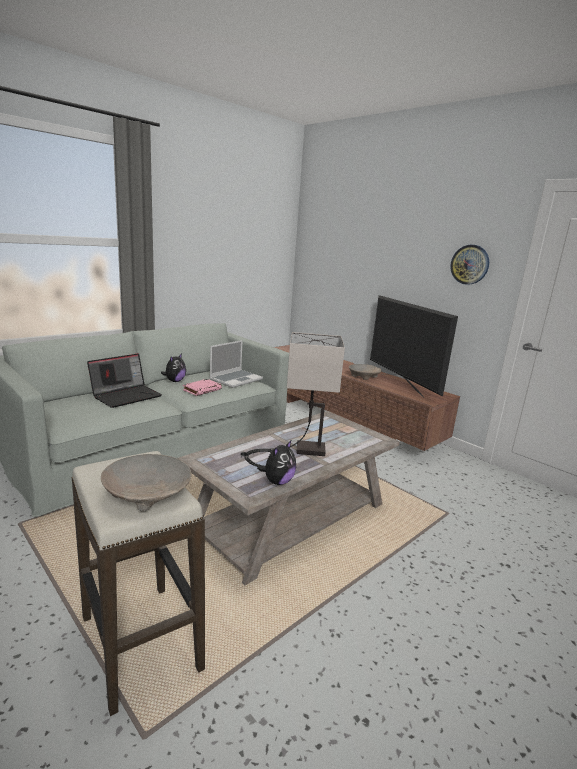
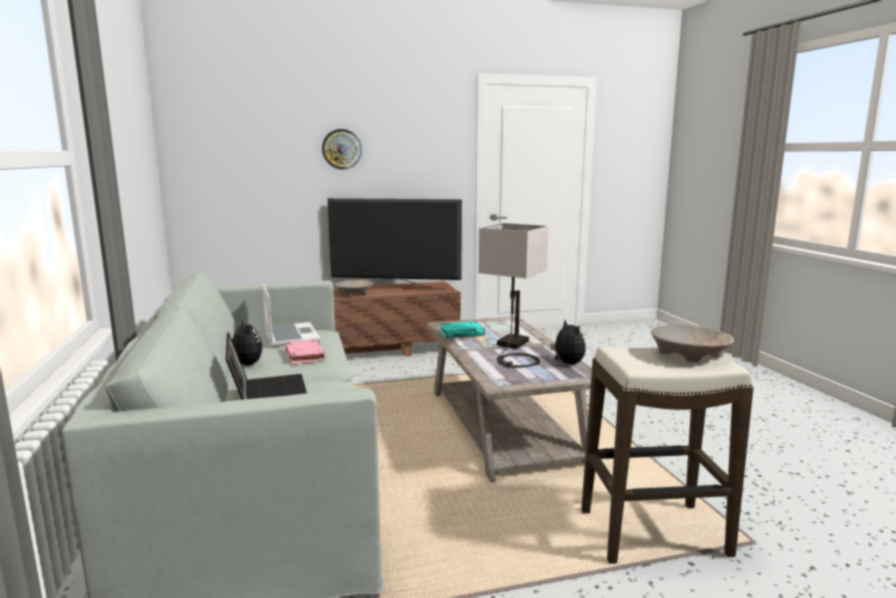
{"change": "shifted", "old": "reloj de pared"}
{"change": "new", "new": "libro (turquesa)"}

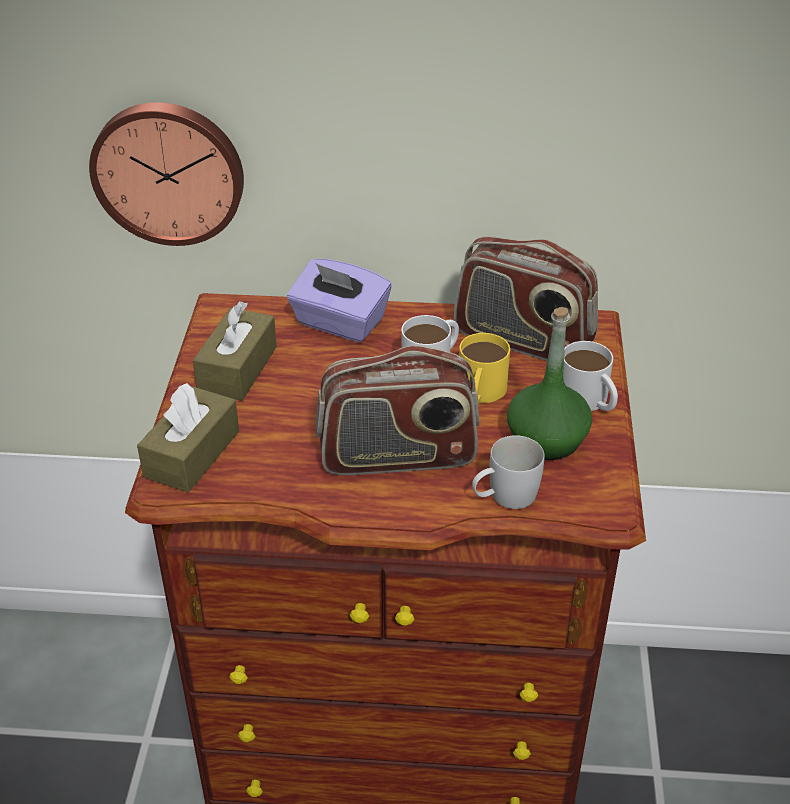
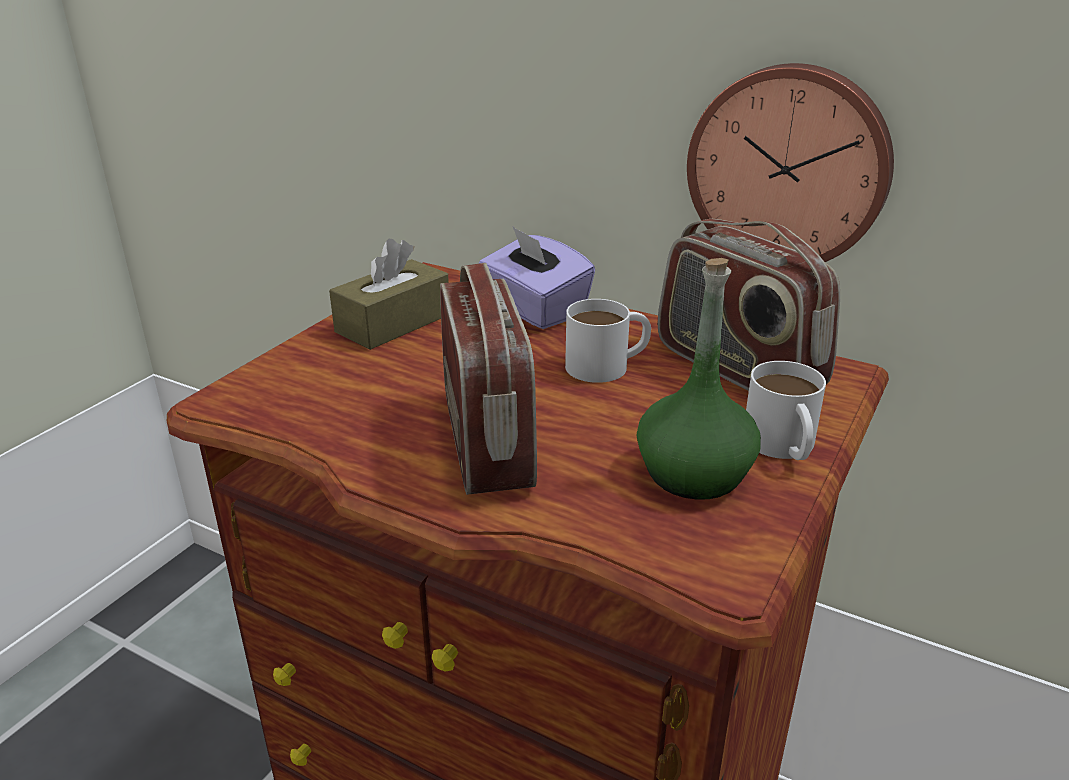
{"change": "shifted", "old": "reloj de pared"}
{"change": "gone", "old": "caja de pañuelos (marrón) (no. 1 from left)"}
{"change": "rotated", "old": "radio (no. 1 from left)", "degrees": -120}
{"change": "gone", "old": "taza grande (amarillo)"}
{"change": "gone", "old": "taza grande (blanco) (no. 2 from left)"}

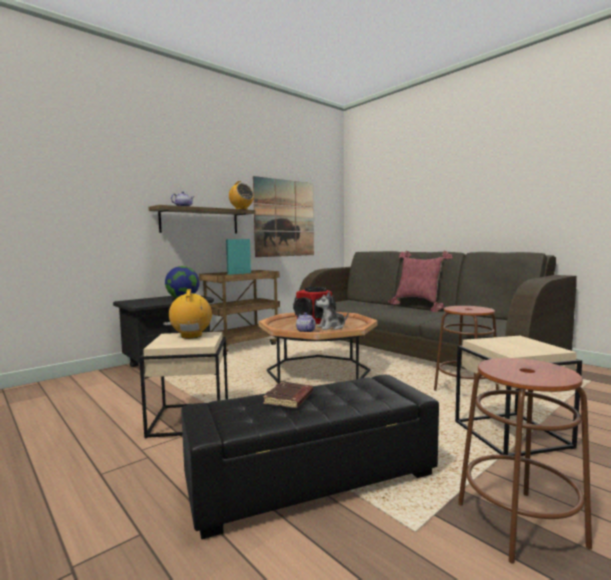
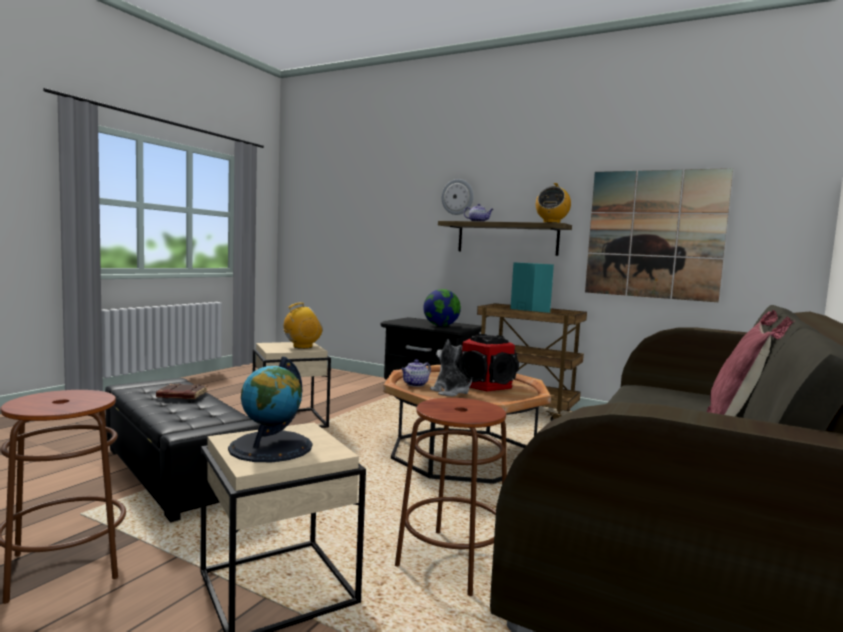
{"change": "new", "new": "globo terráqueo (no. 1 from left)"}
{"change": "new", "new": "reloj de pared"}

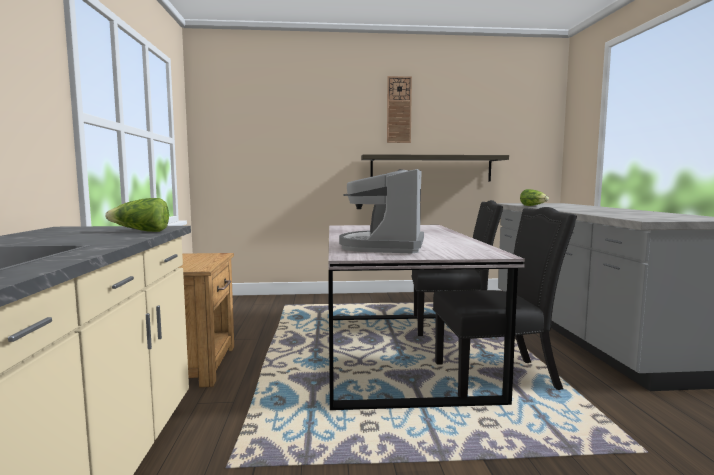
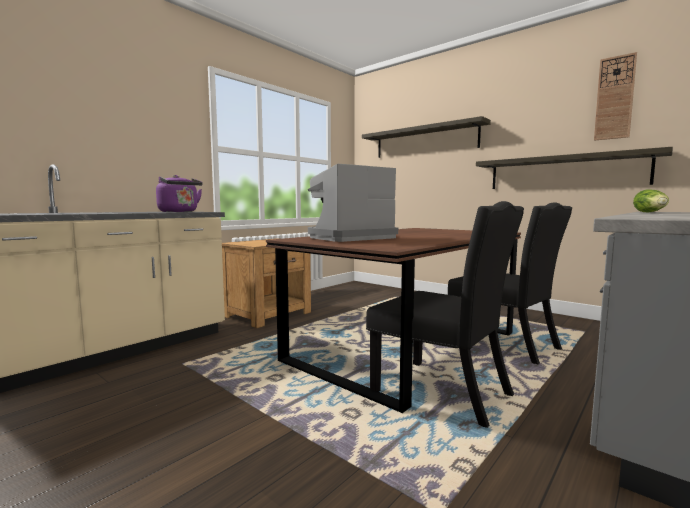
{"change": "swapped", "old": "lechuga (no. 1 from left)", "new": "hervidor (morado)"}
{"change": "repainted", "old": "mesa de comedor (gris)", "new": "mesa de comedor (marrón)"}
{"change": "shifted", "old": "reloj de pared"}
{"change": "new", "new": "estante (no. 1 from left)"}

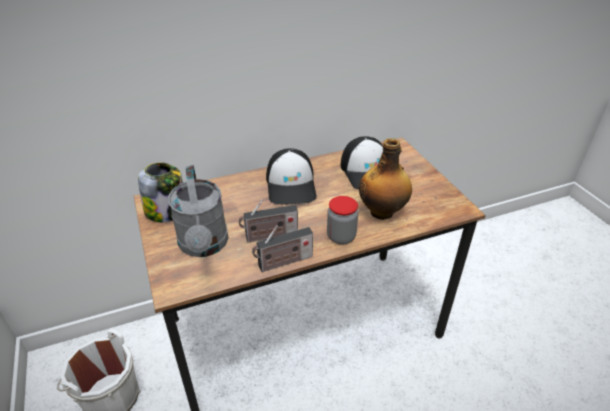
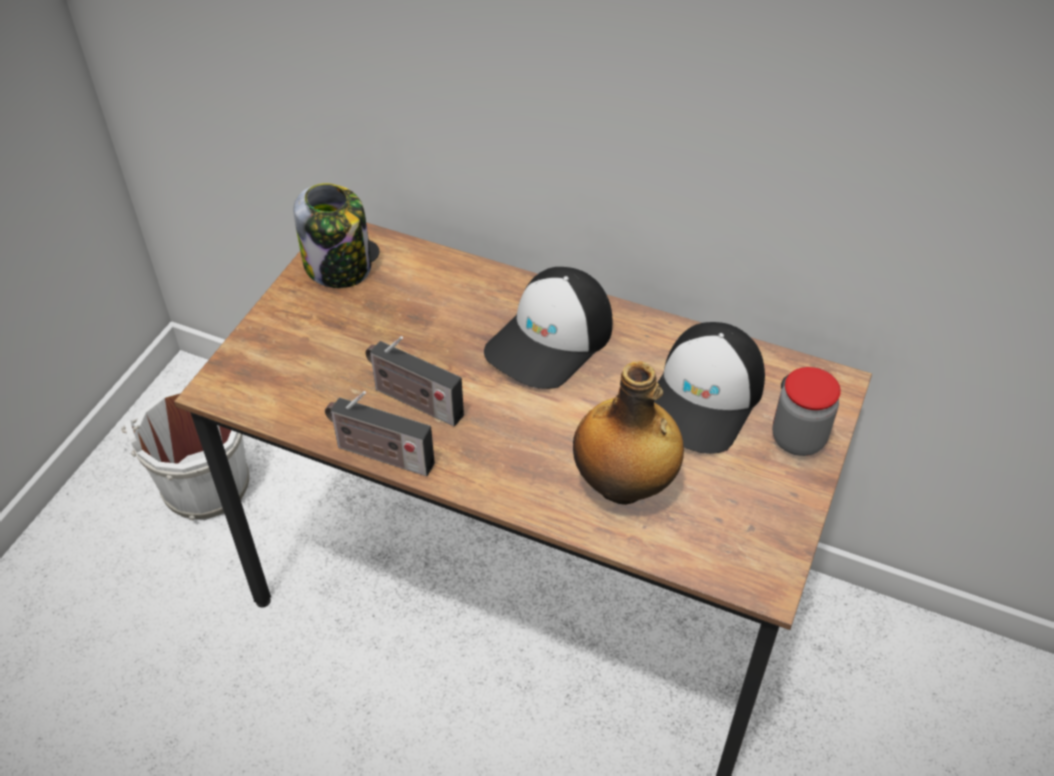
{"change": "gone", "old": "regadera (gris)"}
{"change": "shifted", "old": "tarro (no. 2 from left)"}

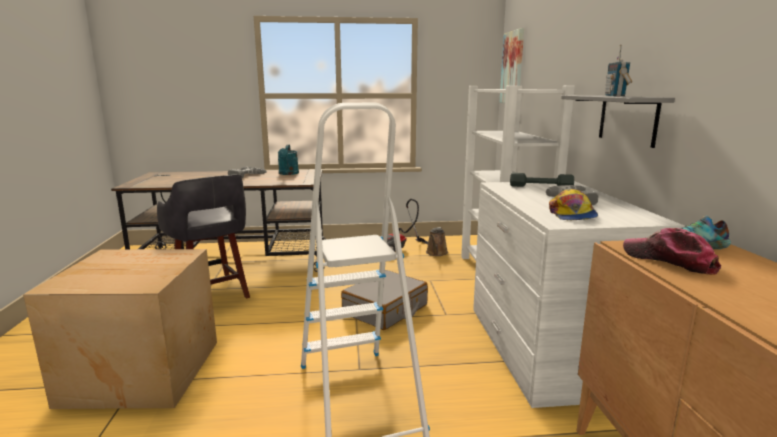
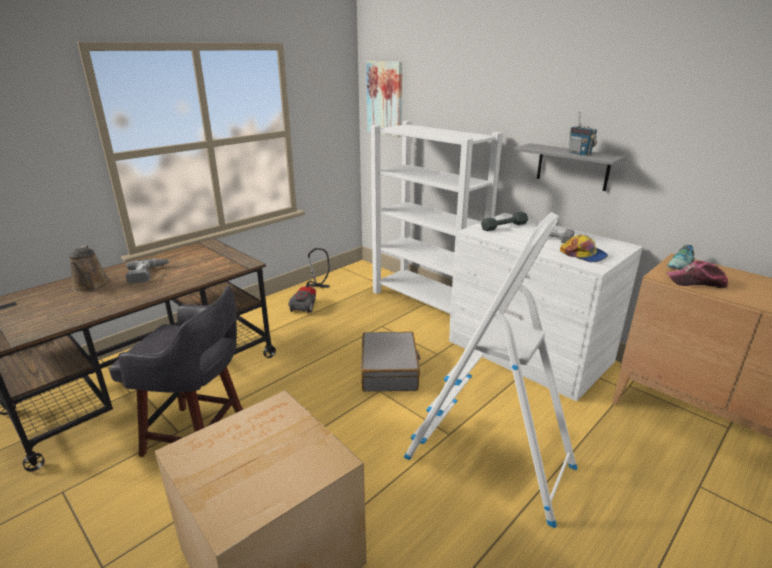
{"change": "gone", "old": "regadera (turquesa)"}
{"change": "shifted", "old": "regadera (marrón)"}

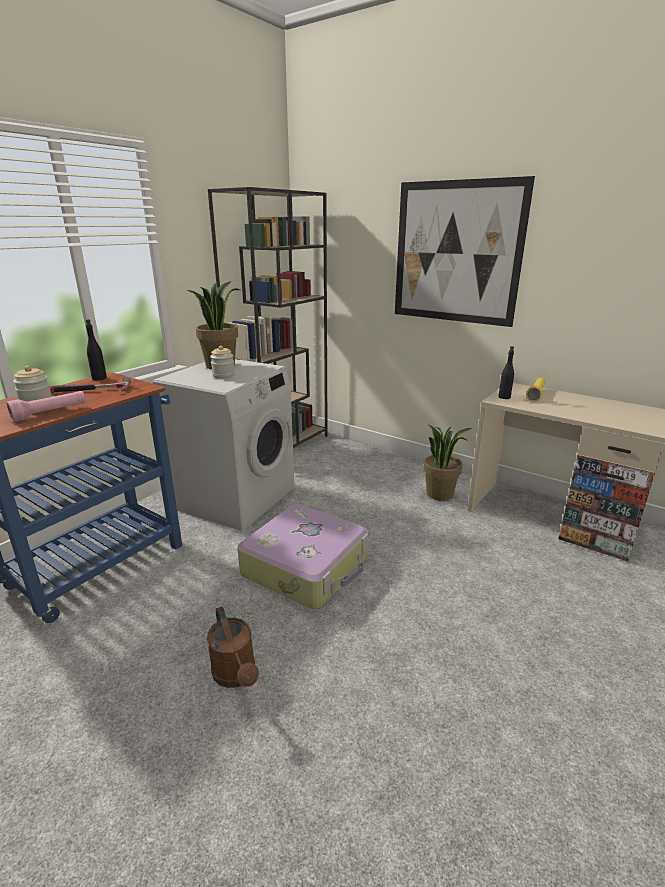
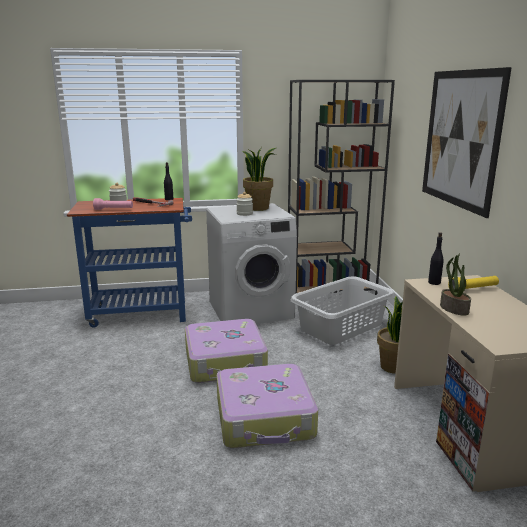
{"change": "gone", "old": "regadera (marrón)"}
{"change": "new", "new": "maleta (no. 2 from left)"}
{"change": "new", "new": "cesto de la ropa (gris)"}
{"change": "new", "new": "planta en maceta (no. 3 from left)"}

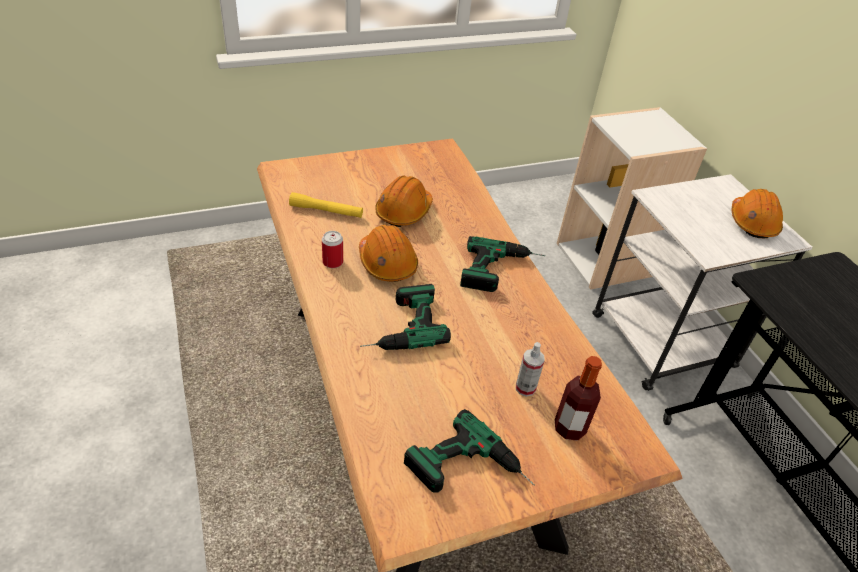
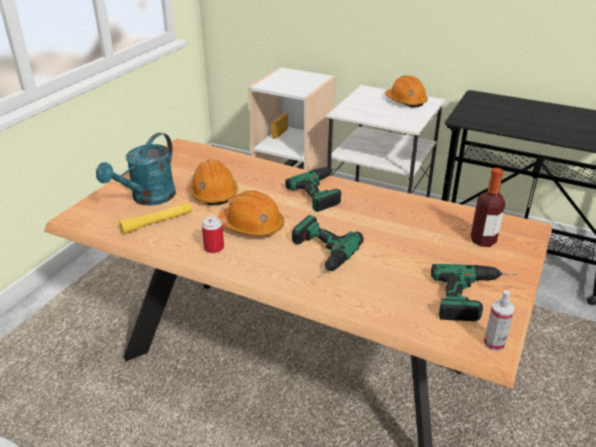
{"change": "shifted", "old": "pulverizador"}
{"change": "new", "new": "regadera (turquesa)"}

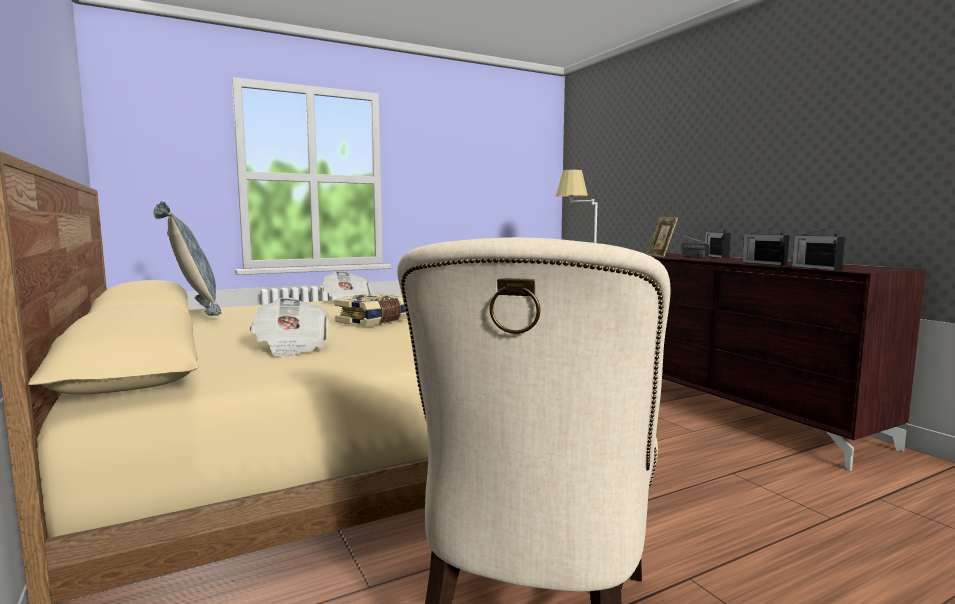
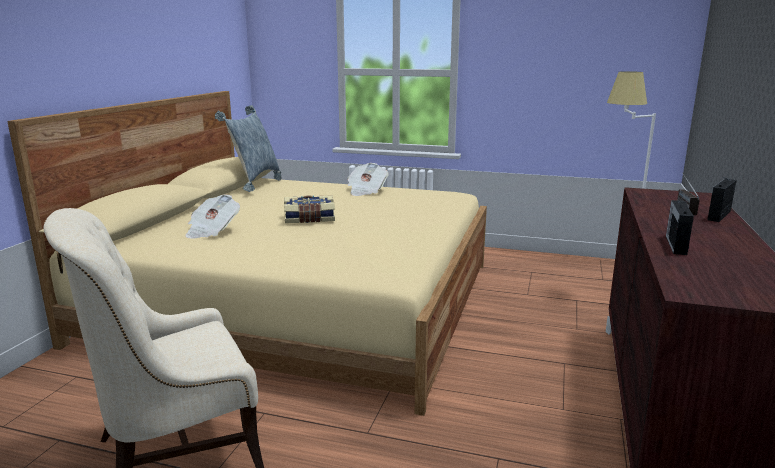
{"change": "gone", "old": "portarretratos"}
{"change": "gone", "old": "radio (no. 4 from left)"}

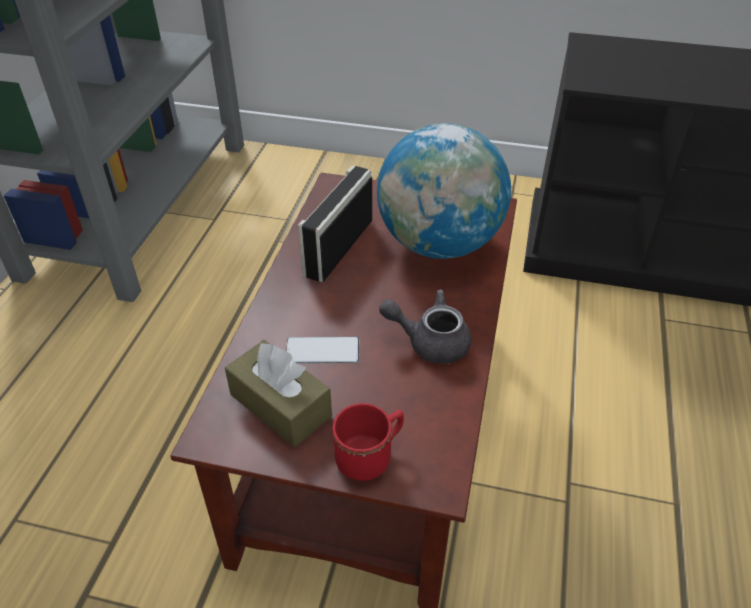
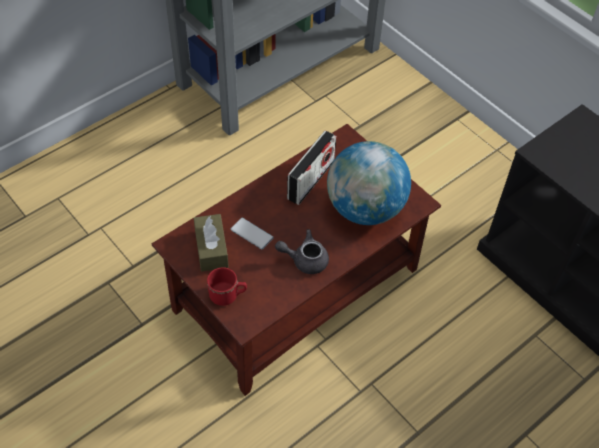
{"change": "rotated", "old": "radio", "degrees": 150}
{"change": "rotated", "old": "tetera (gris)", "degrees": -45}

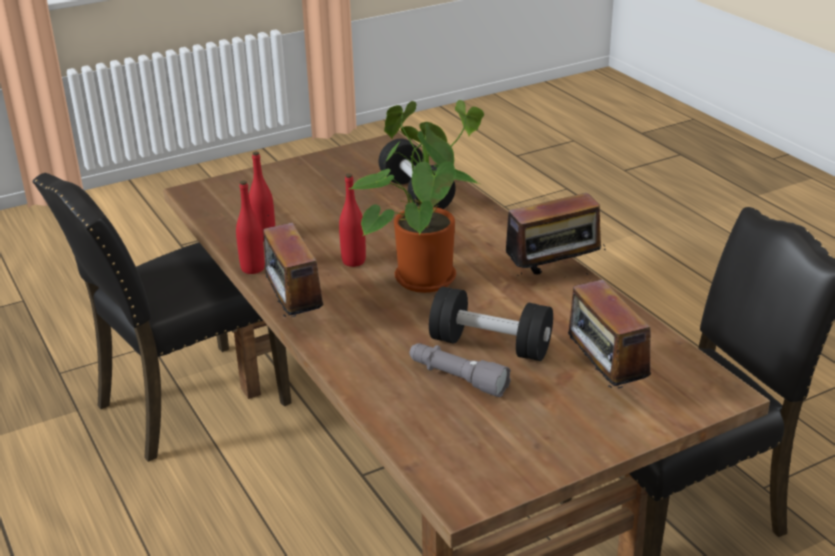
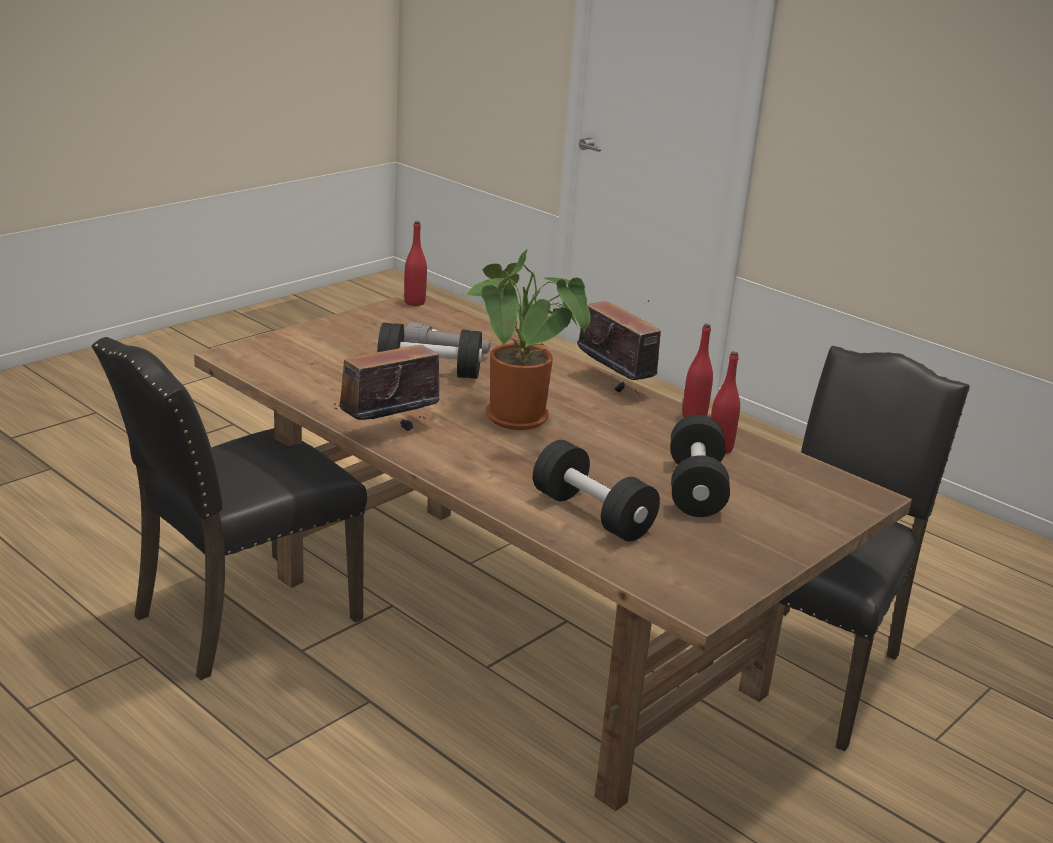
{"change": "shifted", "old": "botella (rojo) (no. 3 from left in the first image)", "new": "botella (rojo) (no. 1 from left)"}
{"change": "gone", "old": "radio (no. 3 from left)"}
{"change": "new", "new": "mancuerna (negro) (no. 3 from left)"}

